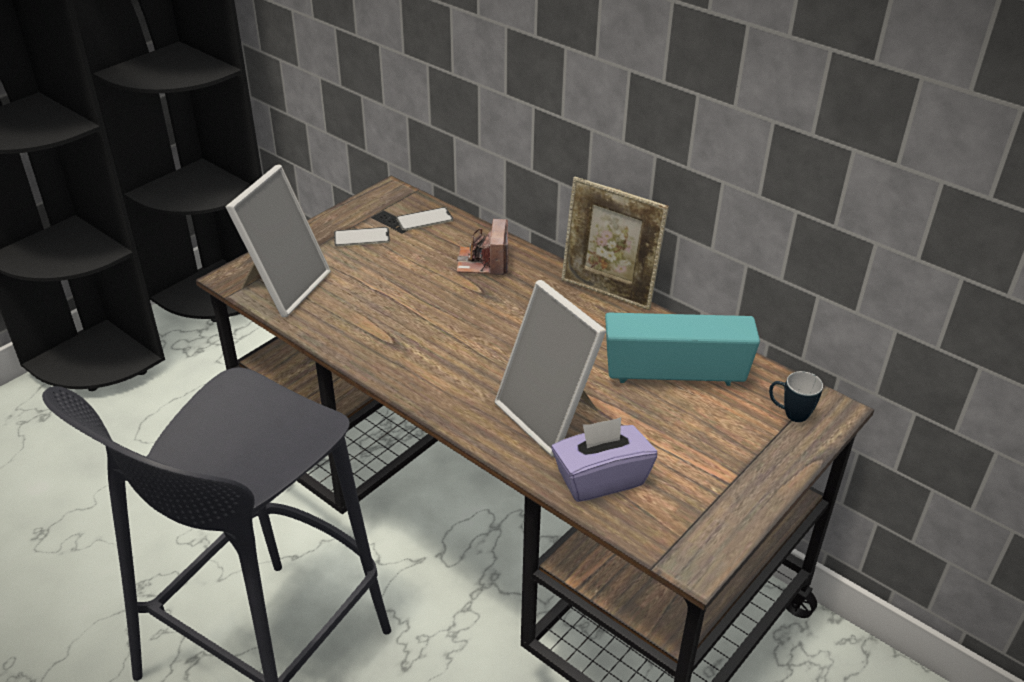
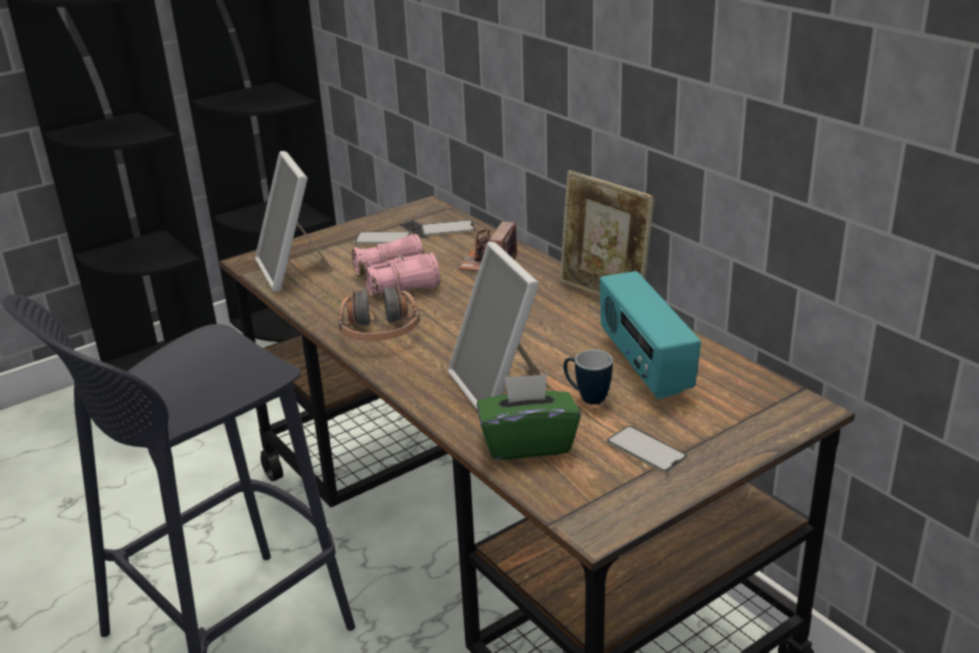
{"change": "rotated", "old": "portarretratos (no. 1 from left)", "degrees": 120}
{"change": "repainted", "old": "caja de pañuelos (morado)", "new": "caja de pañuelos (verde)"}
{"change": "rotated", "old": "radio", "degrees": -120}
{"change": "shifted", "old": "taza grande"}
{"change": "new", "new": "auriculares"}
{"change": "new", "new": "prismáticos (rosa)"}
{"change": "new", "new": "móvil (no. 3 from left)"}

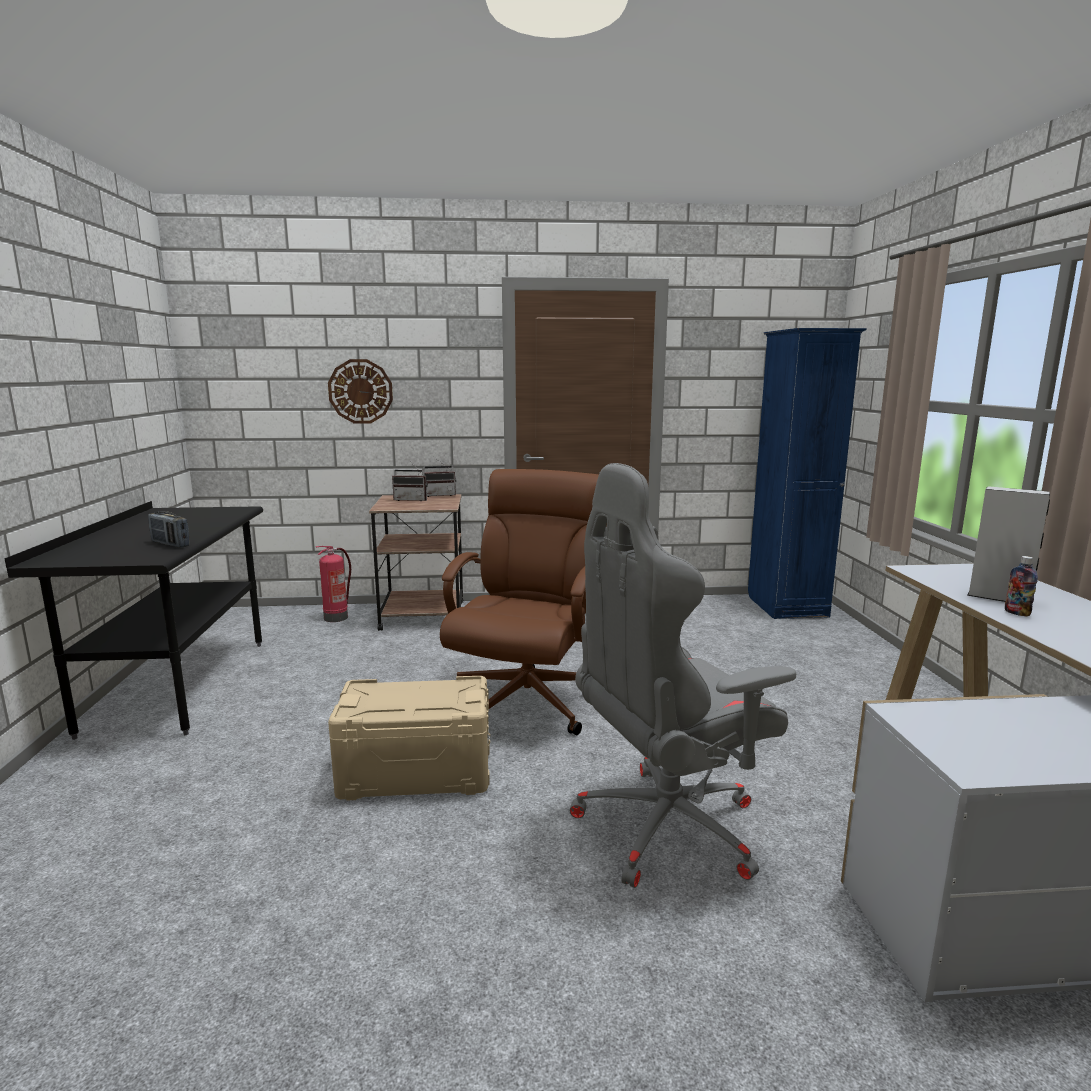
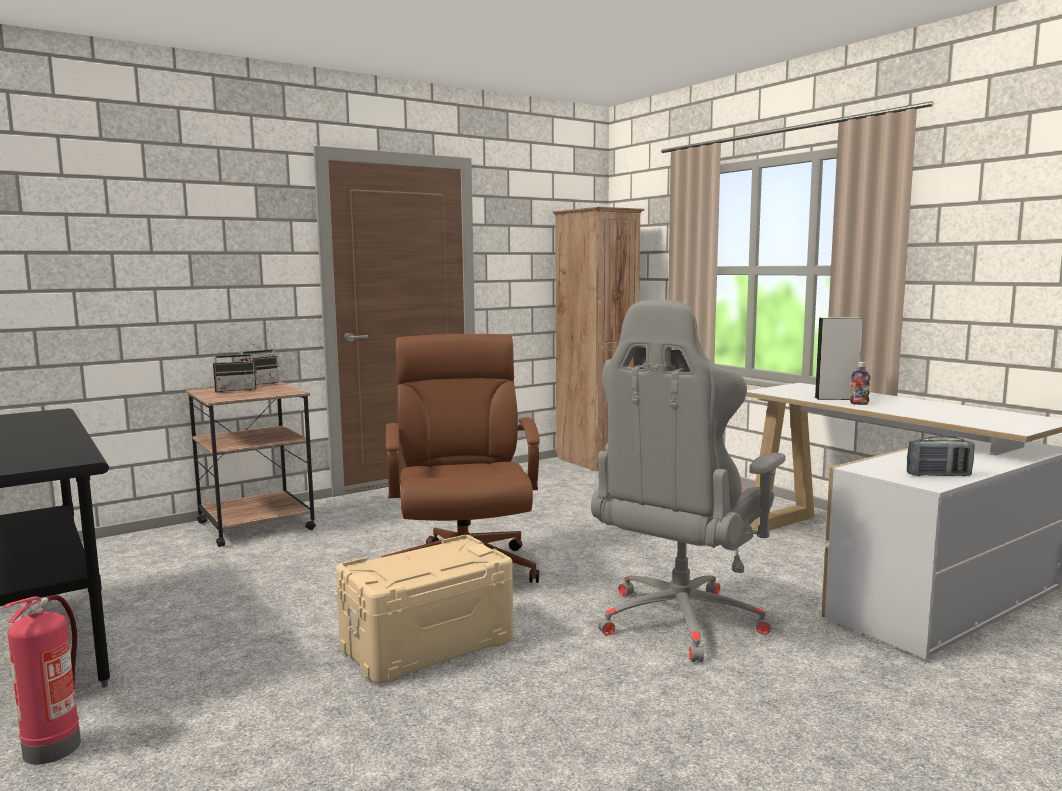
{"change": "shifted", "old": "radio (no. 1 from left in the first image)", "new": "radio (no. 3 from left)"}
{"change": "shifted", "old": "extintor"}
{"change": "gone", "old": "reloj de pared"}
{"change": "repainted", "old": "armario (azul)", "new": "armario (marrón)"}

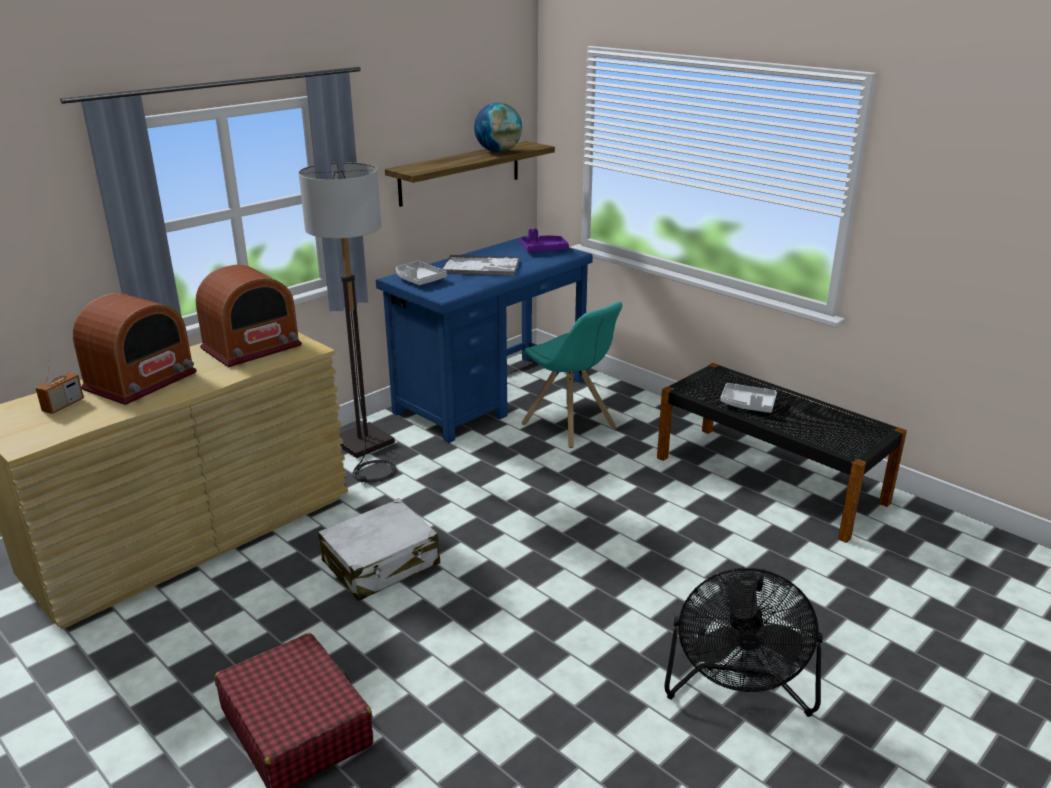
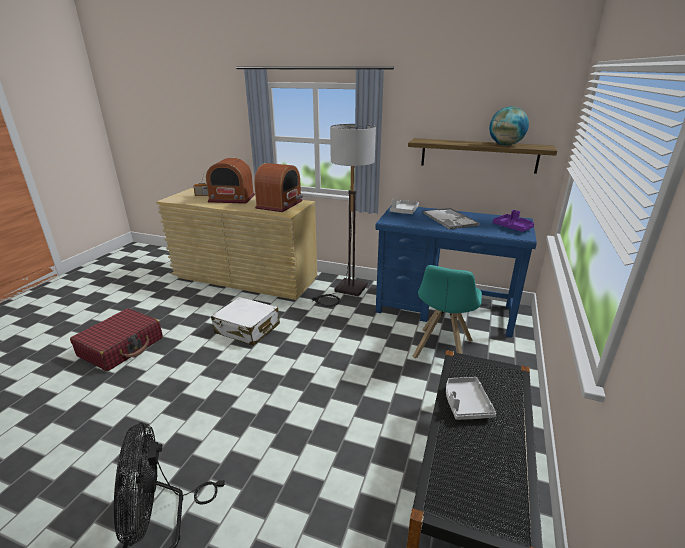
{"change": "rotated", "old": "radio (no. 3 from left)", "degrees": -90}

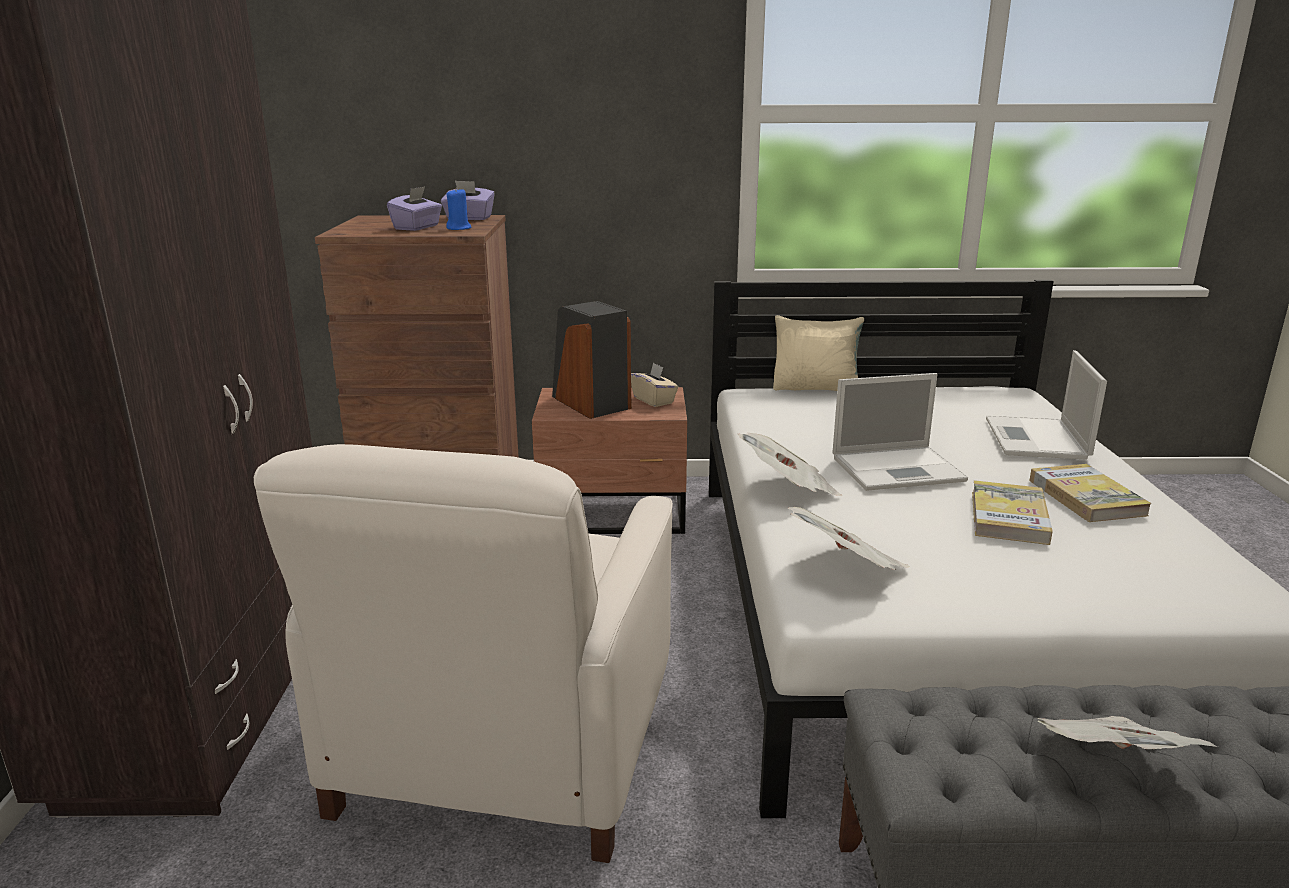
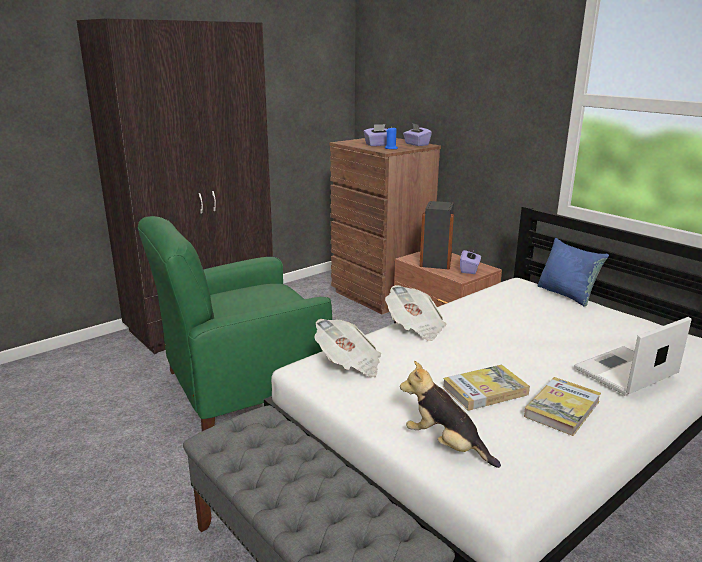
{"change": "repainted", "old": "sillón (blanco)", "new": "sillón (verde)"}
{"change": "repainted", "old": "caja de pañuelos (beis)", "new": "caja de pañuelos (morado) (no. 3 from left)"}
{"change": "repainted", "old": "cojín (beis)", "new": "cojín (azul)"}
{"change": "gone", "old": "portátil (no. 1 from left)"}
{"change": "gone", "old": "periódico (no. 3 from left)"}
{"change": "new", "new": "peluche"}

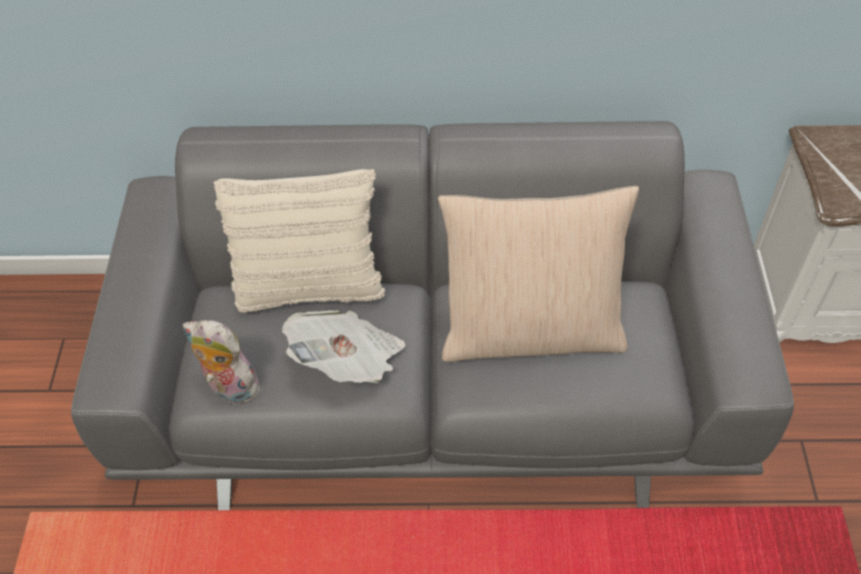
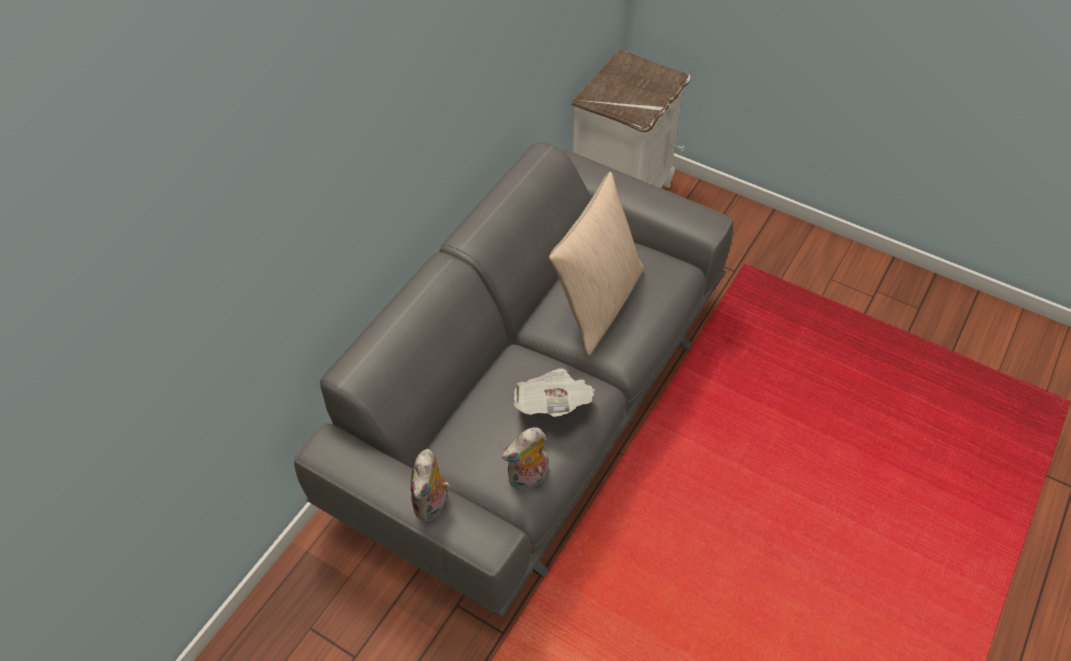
{"change": "gone", "old": "cojín (beis) (no. 1 from left)"}
{"change": "new", "new": "peluche (no. 1 from left)"}

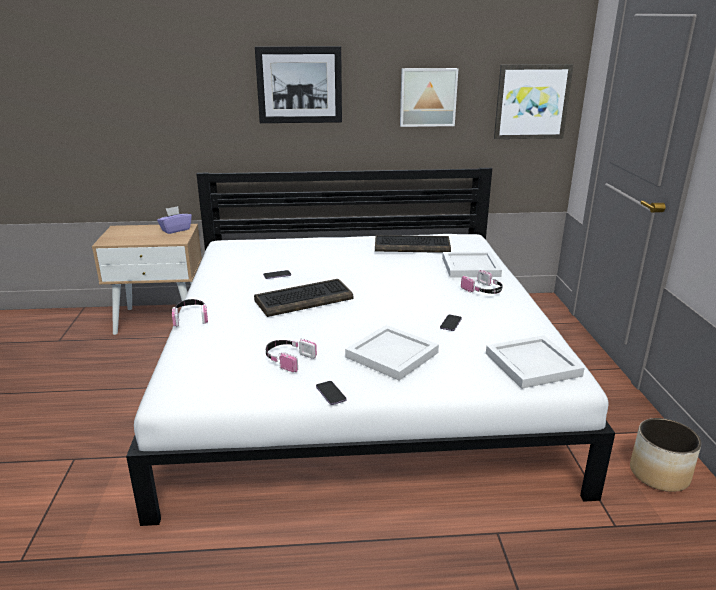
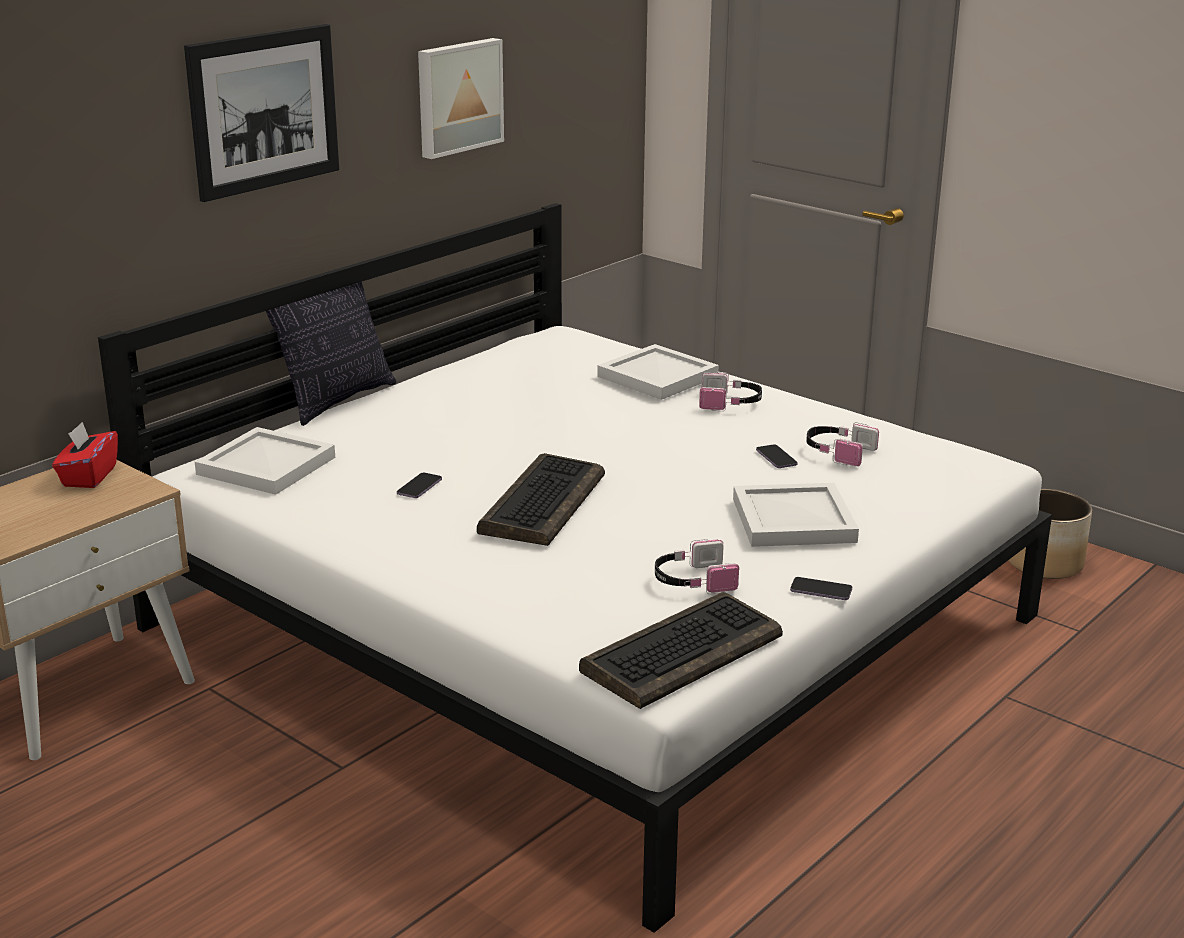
{"change": "repainted", "old": "caja de pañuelos (morado)", "new": "caja de pañuelos (rojo)"}
{"change": "shifted", "old": "auriculares (no. 1 from left in the first image)", "new": "auriculares (no. 3 from left)"}
{"change": "shifted", "old": "teclado (no. 2 from left)"}
{"change": "shifted", "old": "bandeja (blanco) (no. 3 from left in the first image)", "new": "bandeja (blanco) (no. 1 from left)"}
{"change": "gone", "old": "cuadro (no. 3 from left)"}
{"change": "new", "new": "cojín"}

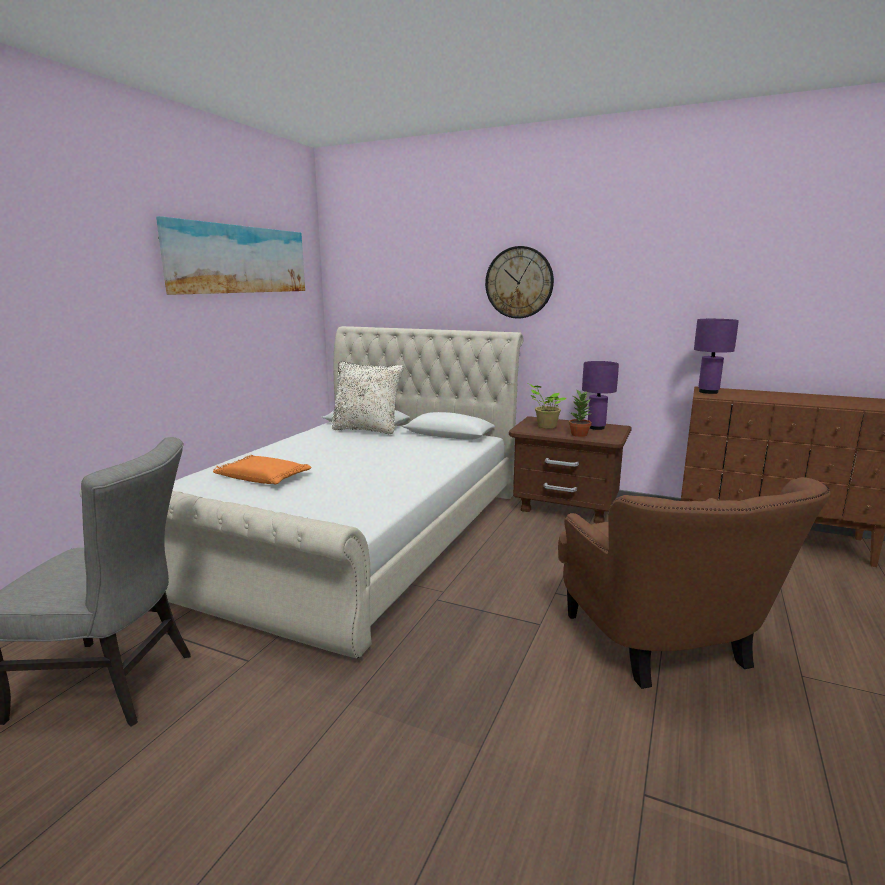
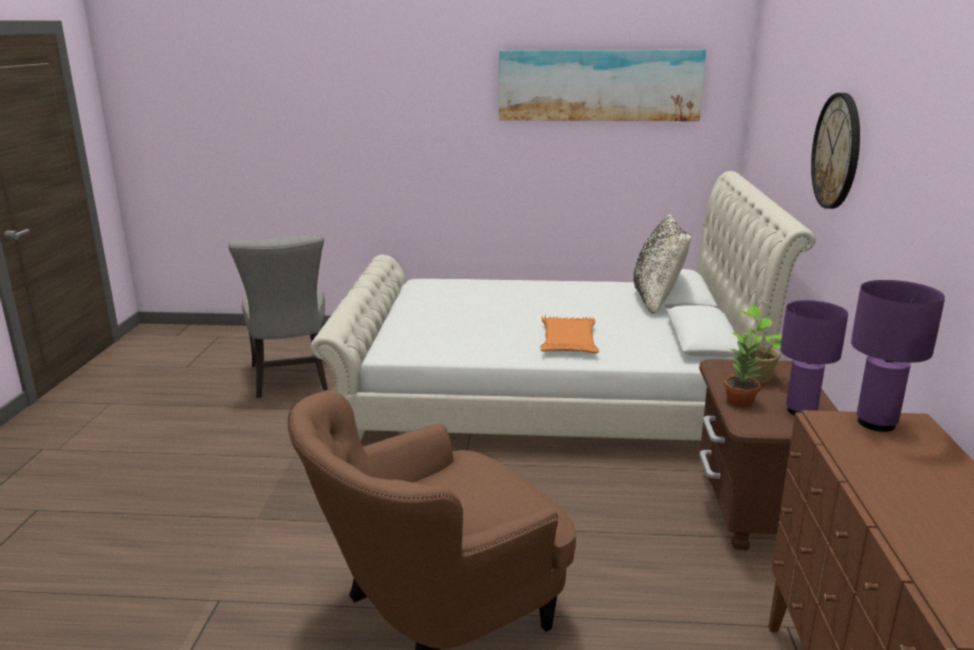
{"change": "shifted", "old": "cojín (naranja)"}

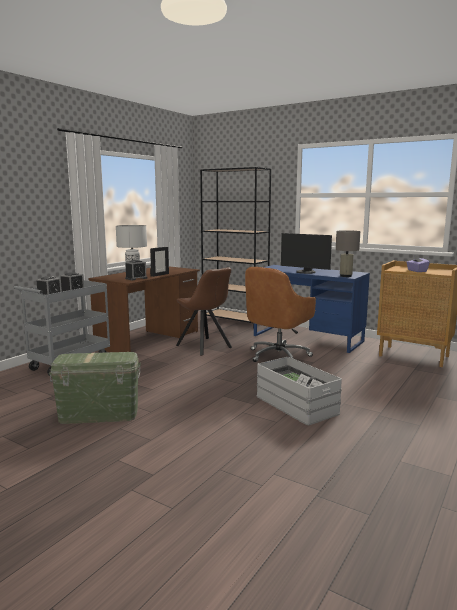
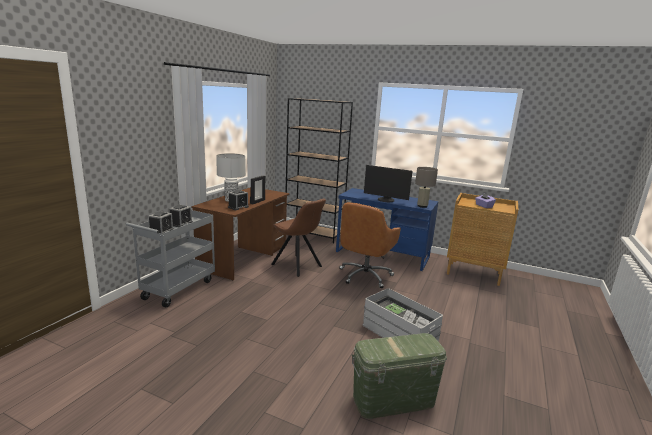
{"change": "shifted", "old": "caja de almacenaje (verde)"}

